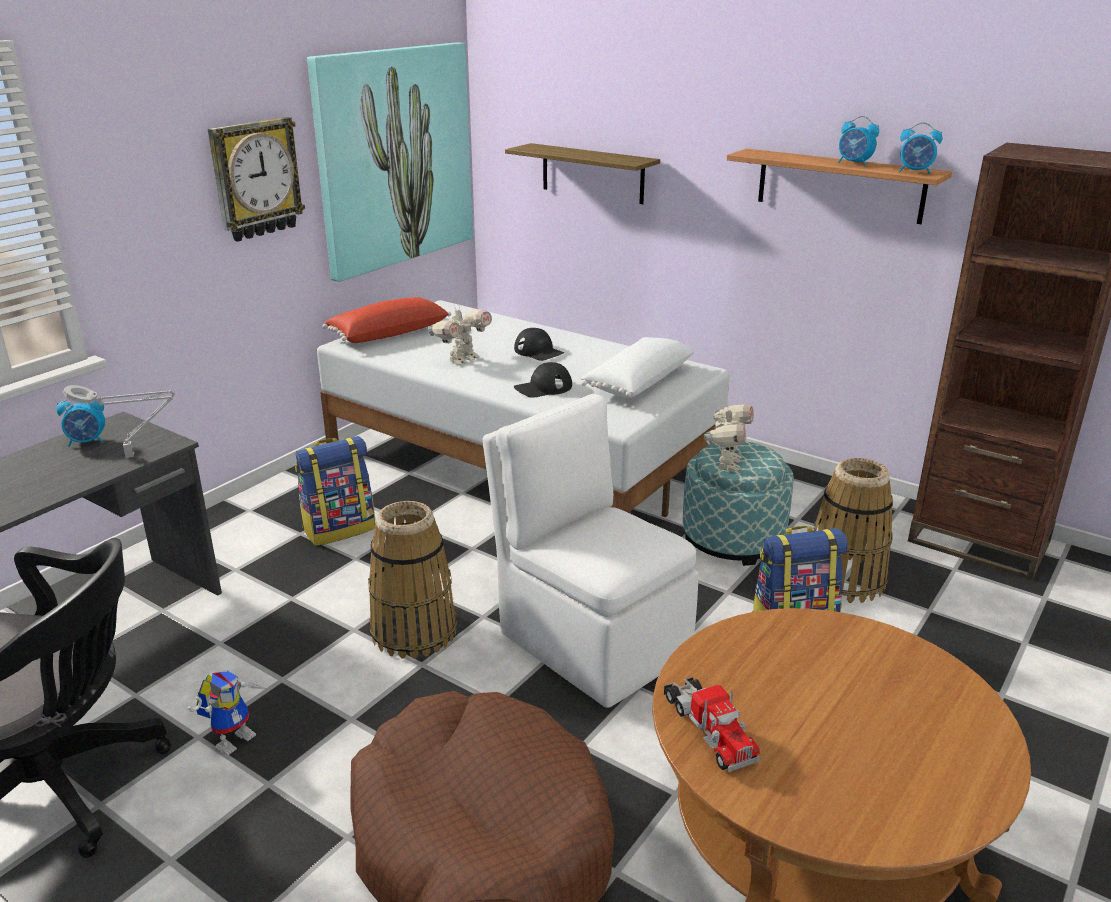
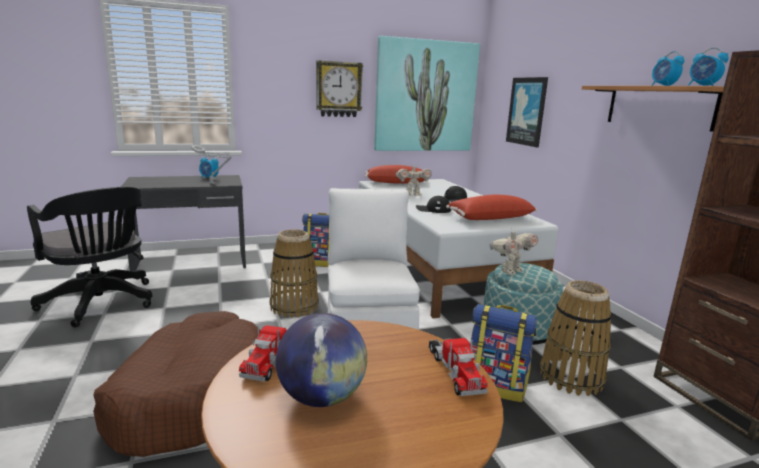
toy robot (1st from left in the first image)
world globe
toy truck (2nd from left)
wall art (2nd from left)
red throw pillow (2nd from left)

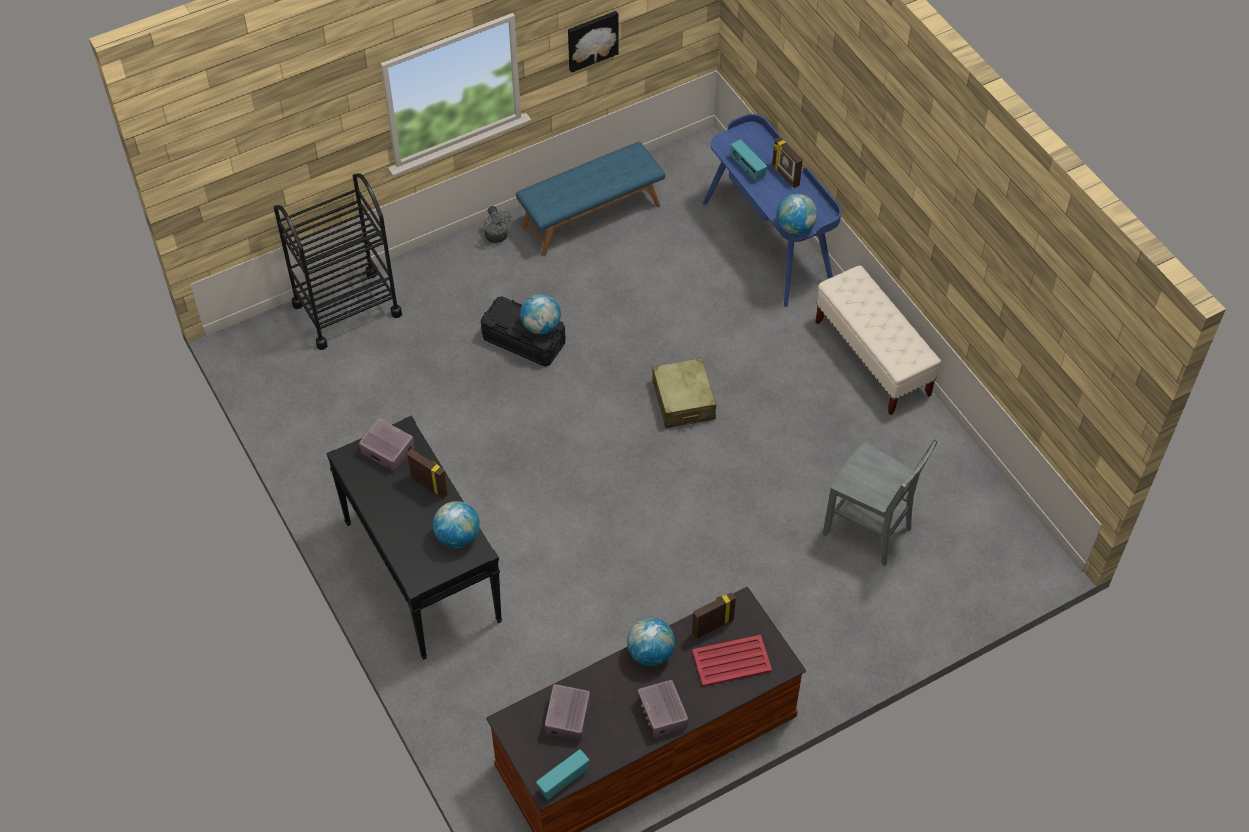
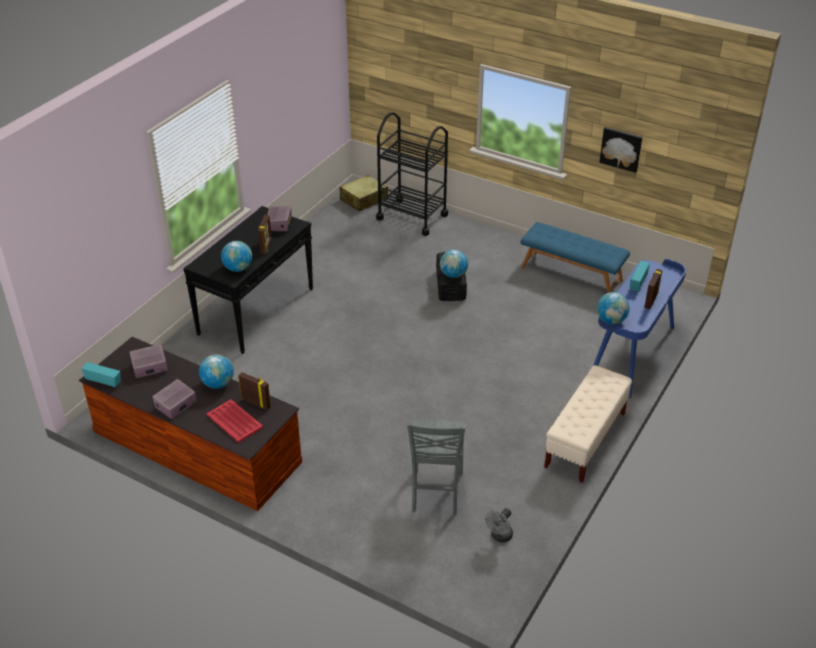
grey fan
beige travel case

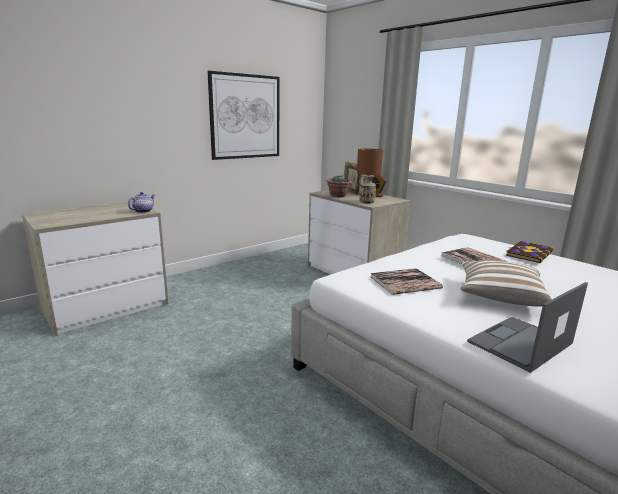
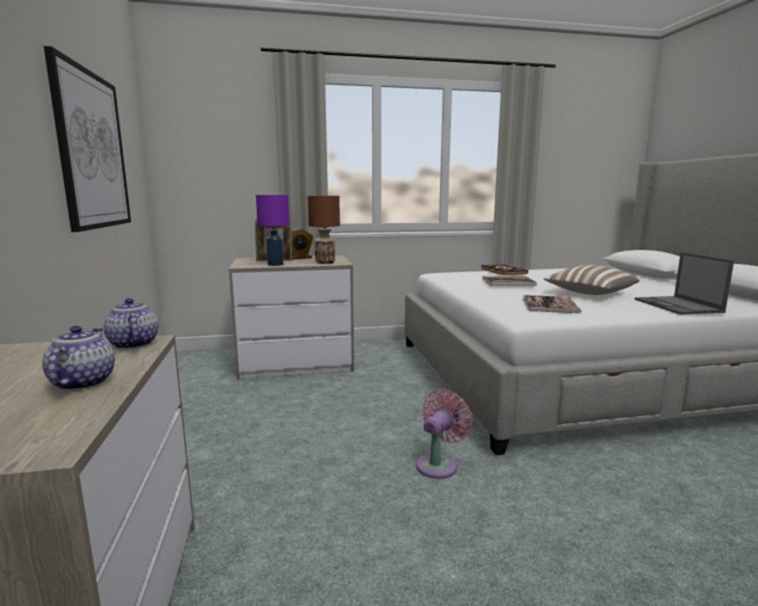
teapot (1st from left)
pinkish fan
purplish lamp for a table

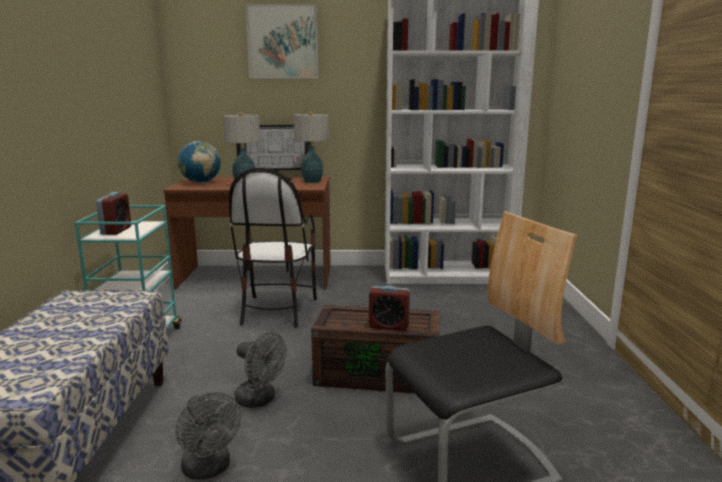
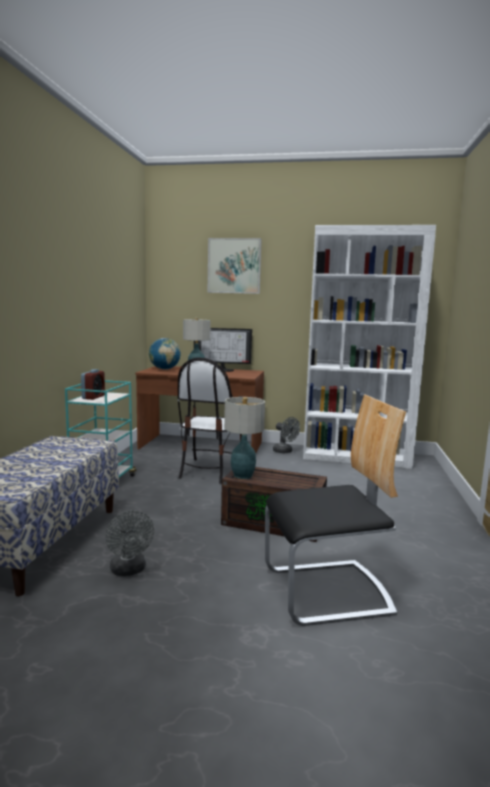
bedside clock (2nd from left in the first image)
grey fan (2nd from left)
lamp for a table (2nd from left)

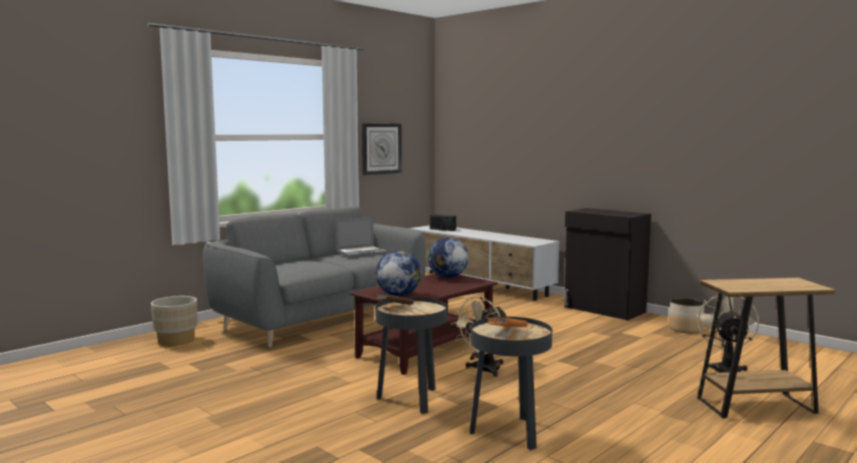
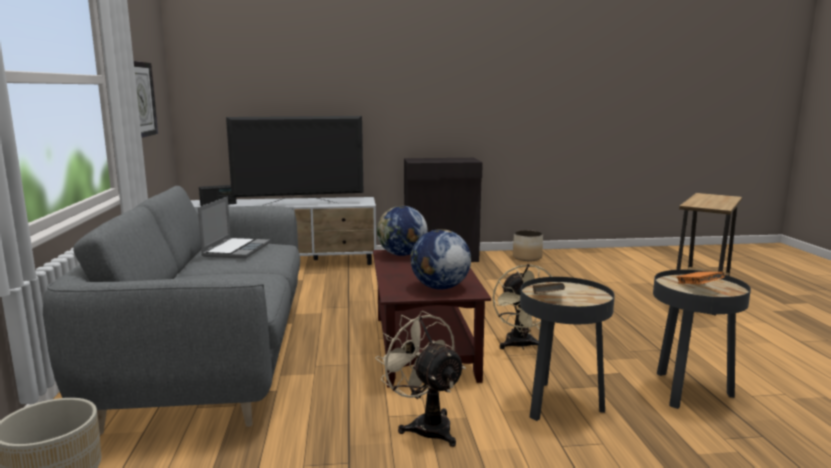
television
beige fan (1st from left)

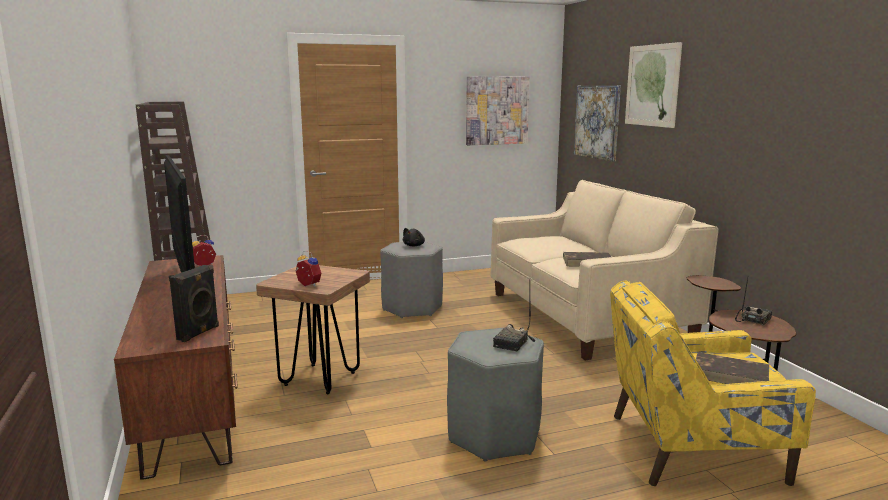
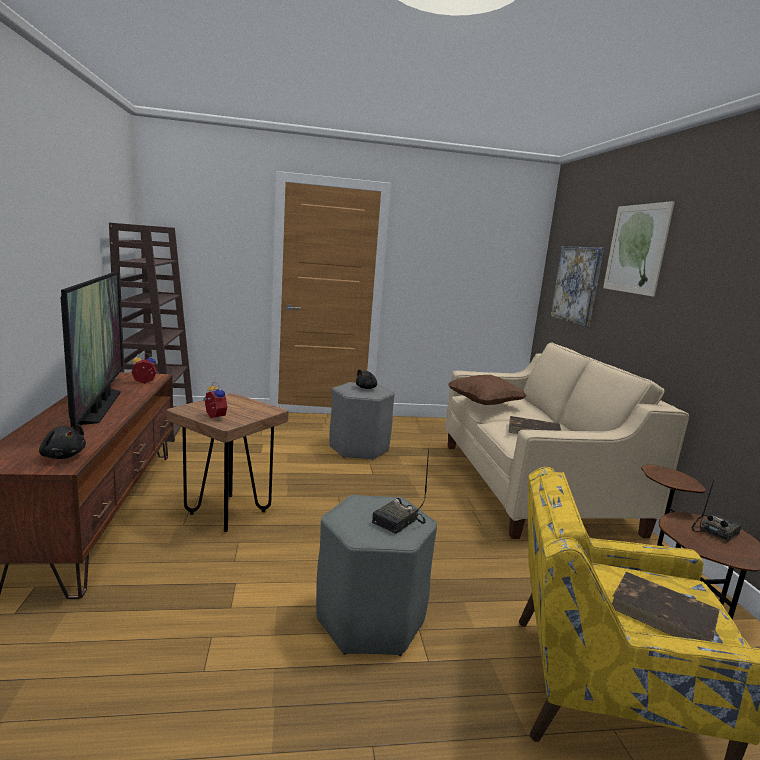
wall art (1st from left in the first image)
brown-coloured throw pillow
black-coloured plush toy (1st from left)

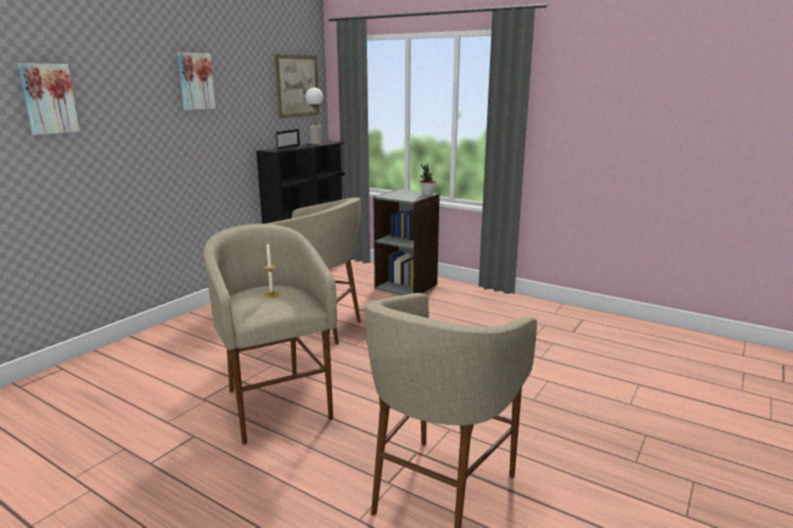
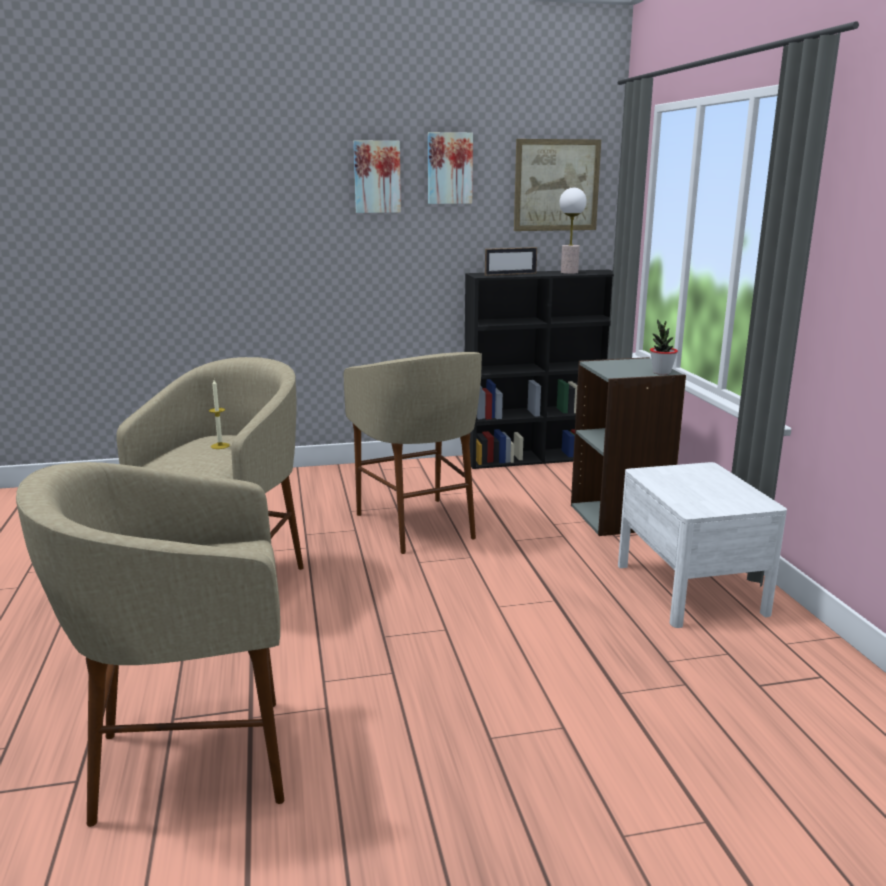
whitish nightstand
wall art (2nd from left)

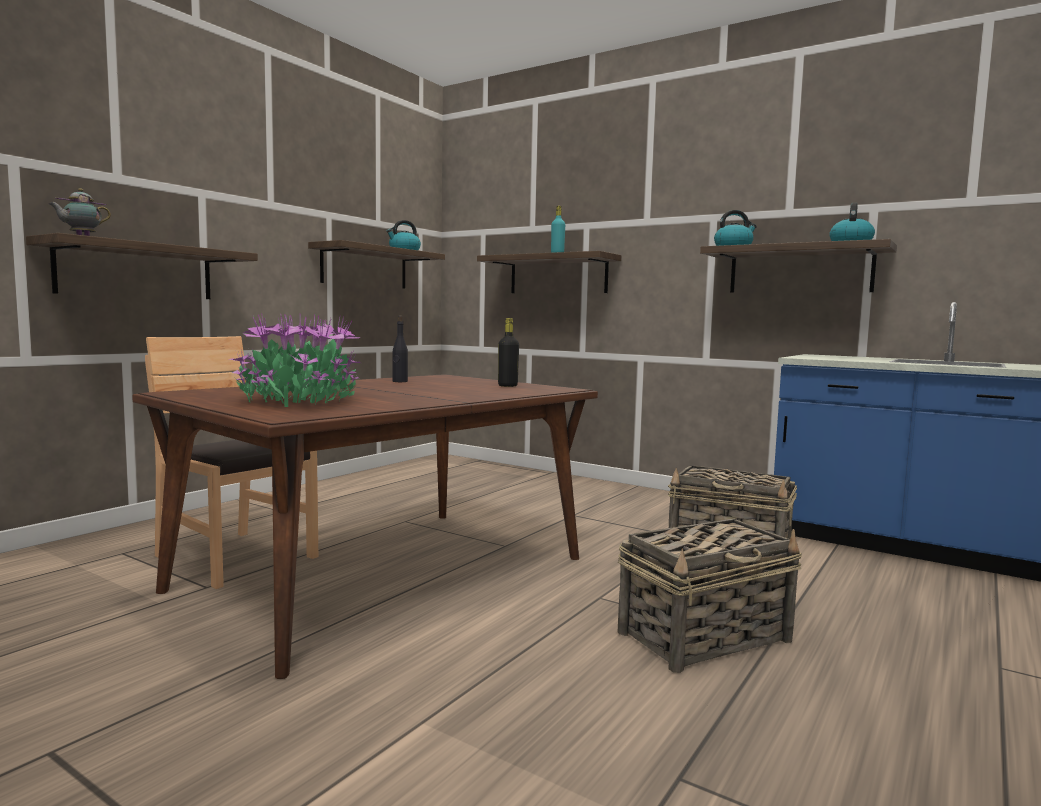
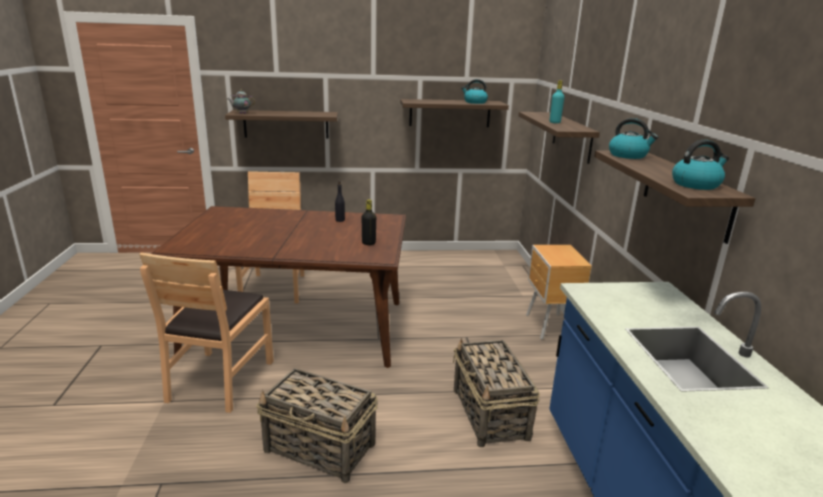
houseplant
brown-coloured plain chair (1st from left)
brown-coloured nightstand

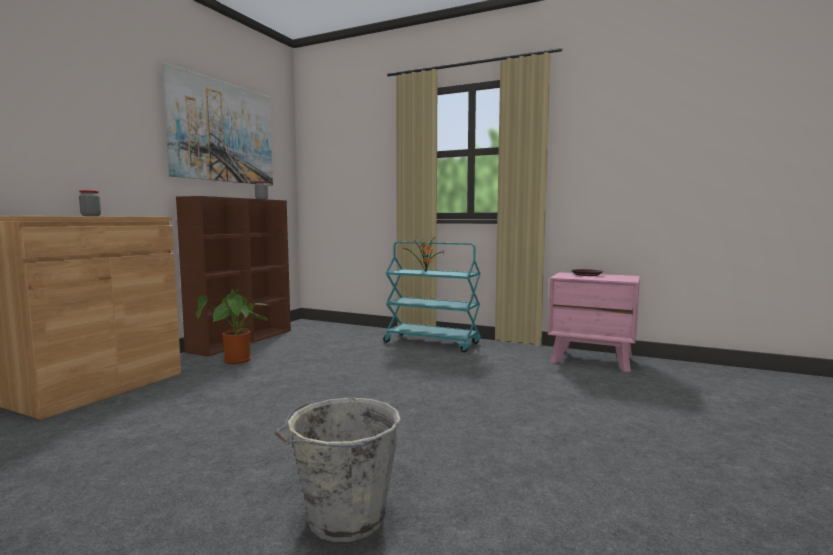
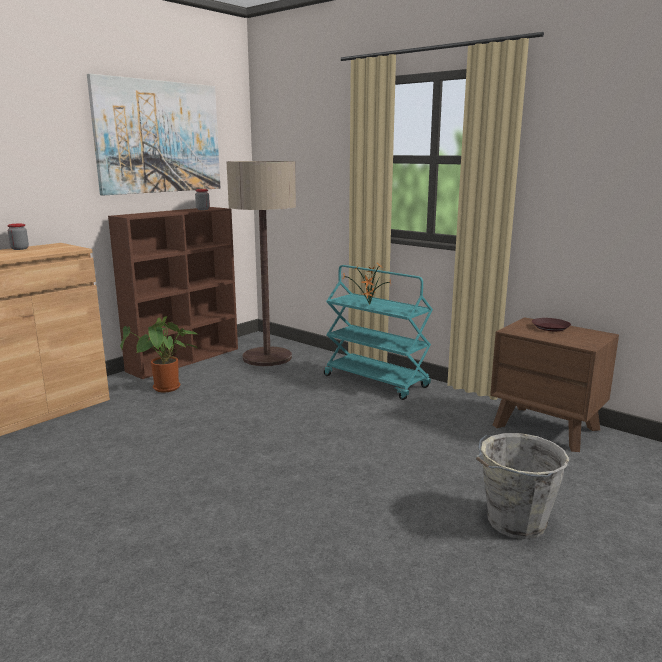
floor lamp
grey bucket
brown-coloured nightstand

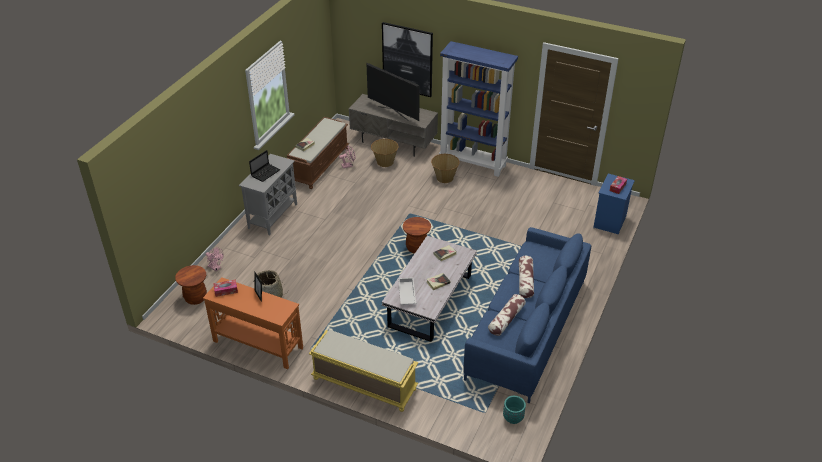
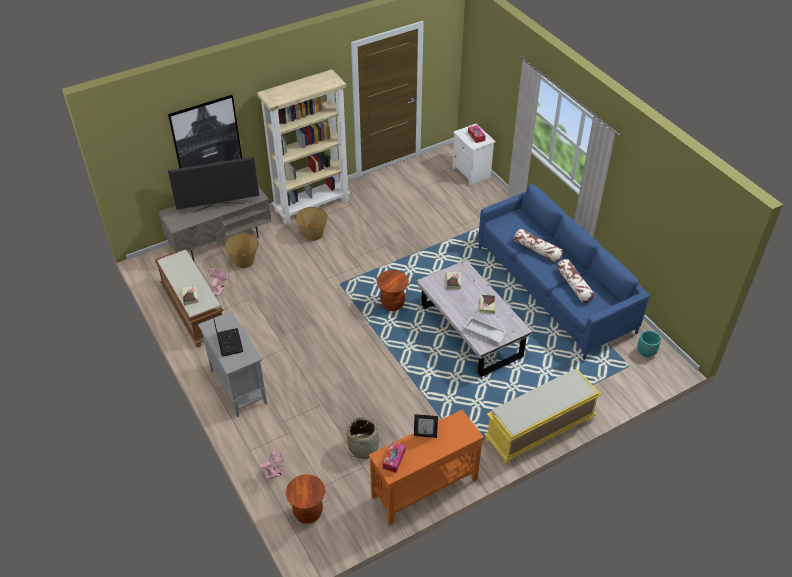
beige shelving unit
whitish nightstand

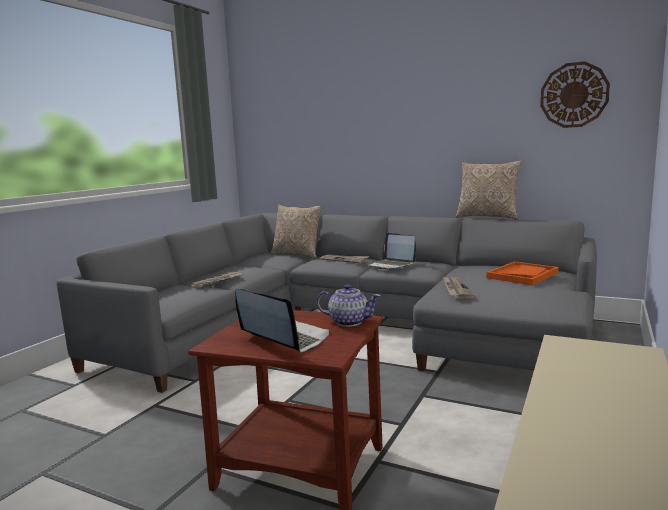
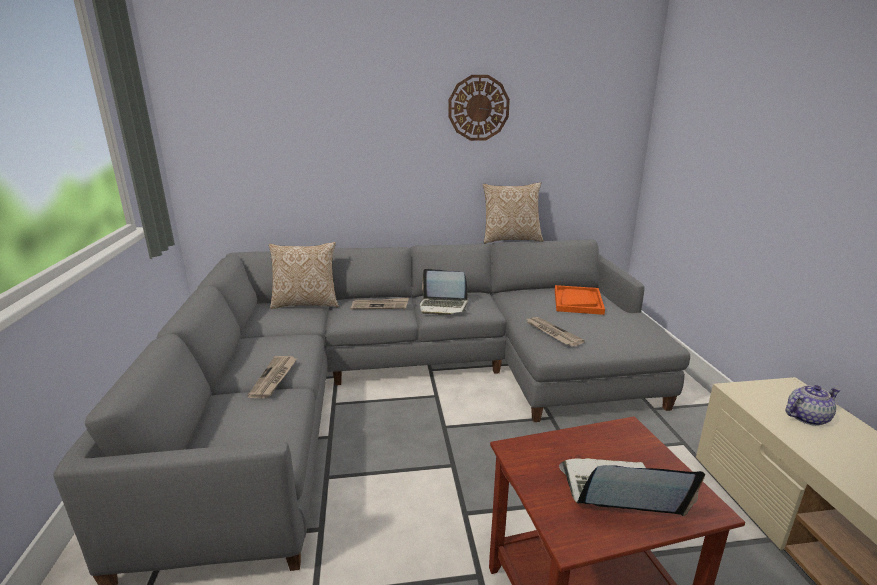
teapot
clock on the wall

